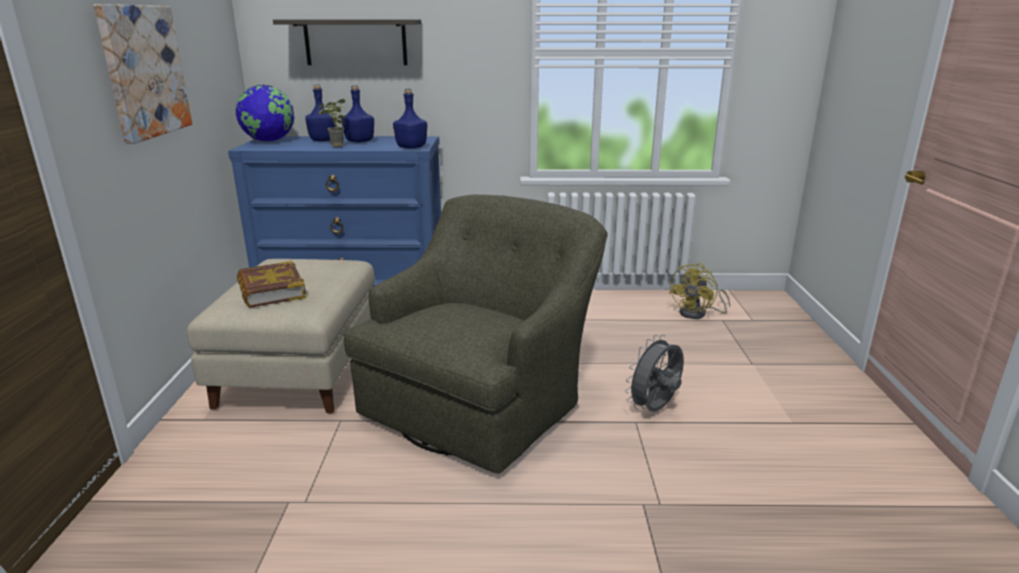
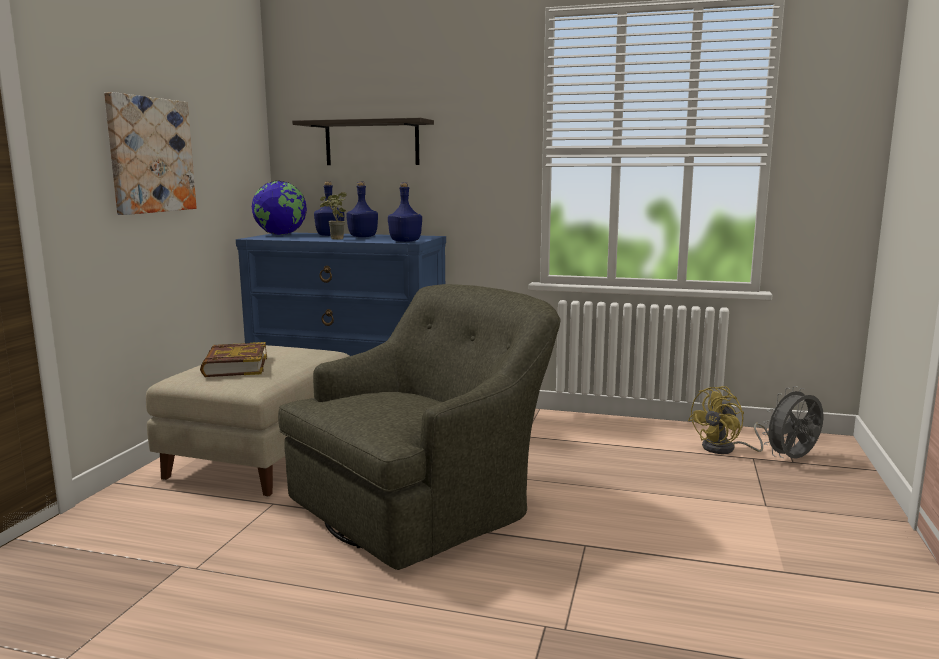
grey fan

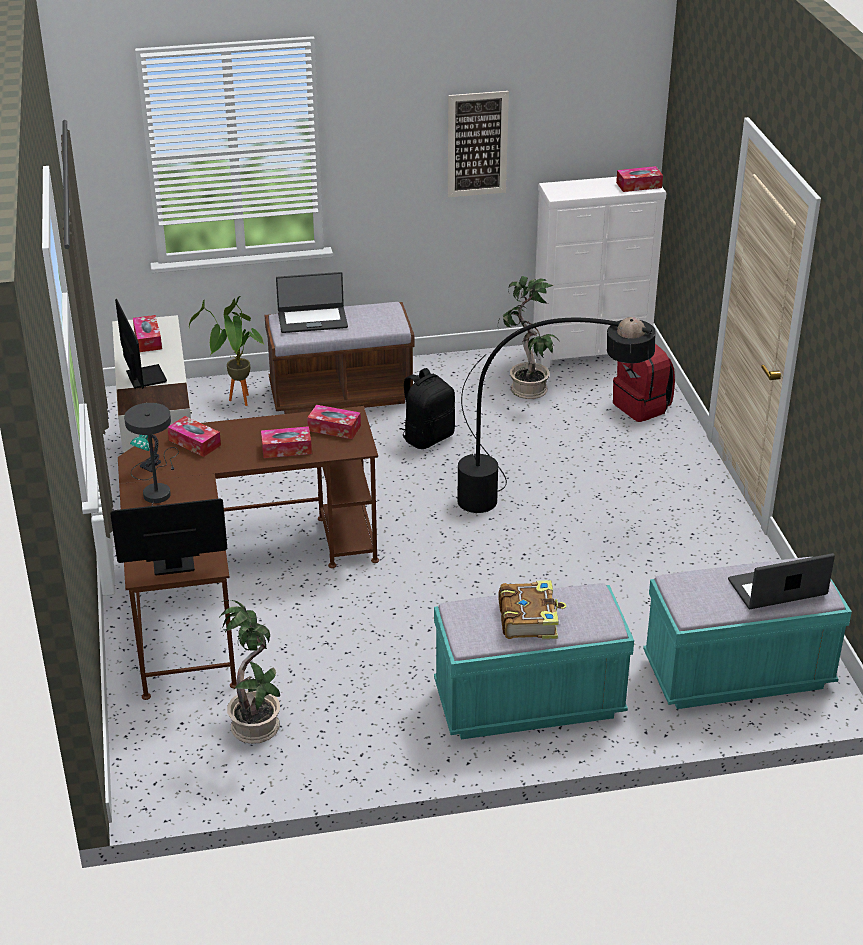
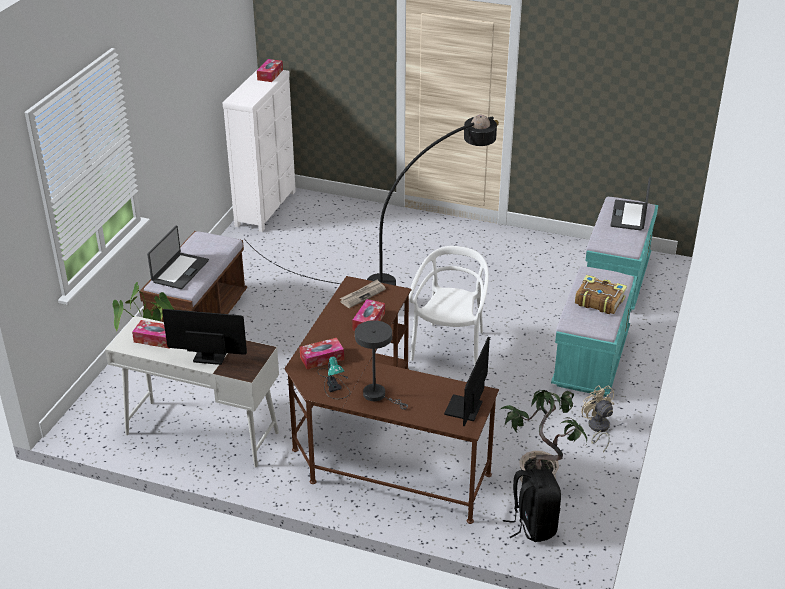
wall art
houseplant (3rd from left in the first image)
red rucksack
whitish plain chair
beige fan
black-coloured rucksack
newspaper

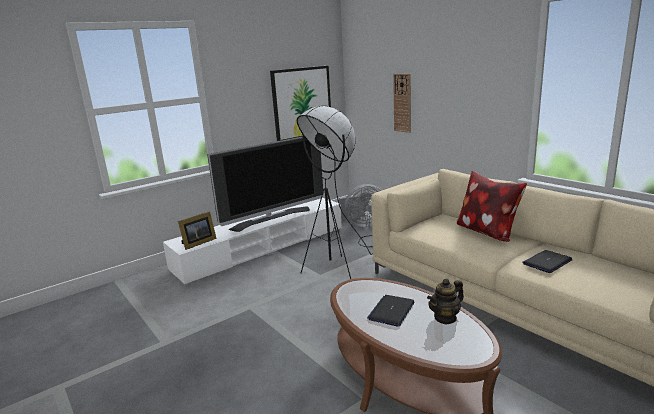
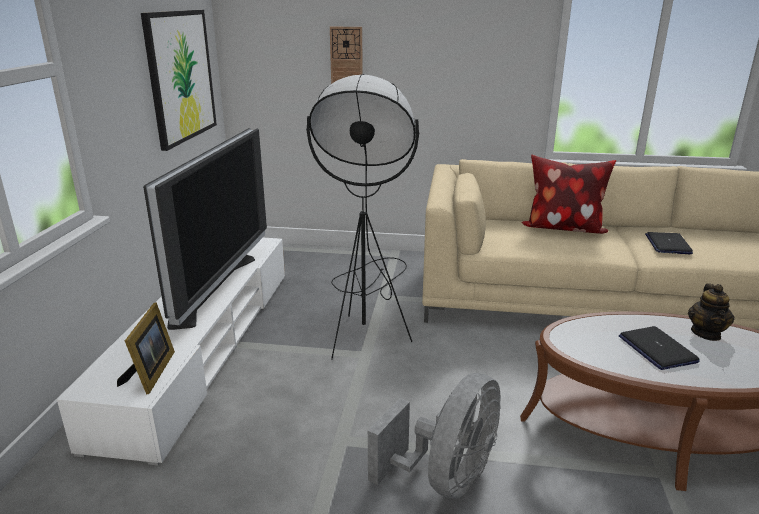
grey fan

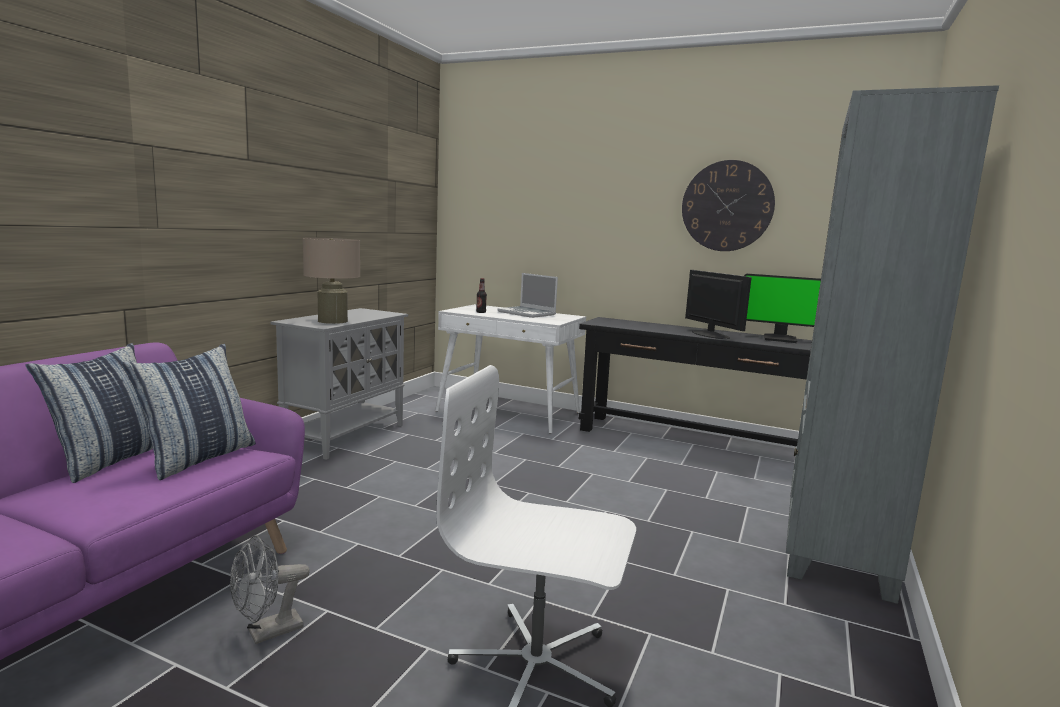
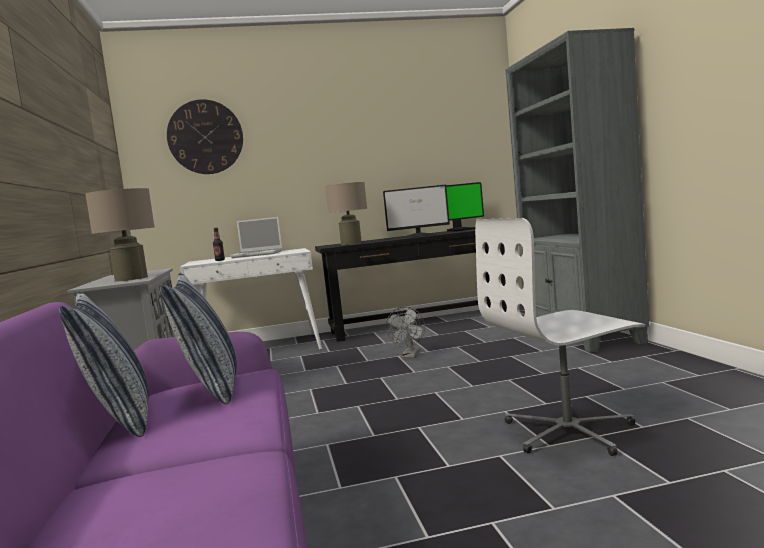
beige lamp for a table (2nd from left)
grey fan
clock on the wall
computer display (1st from left)

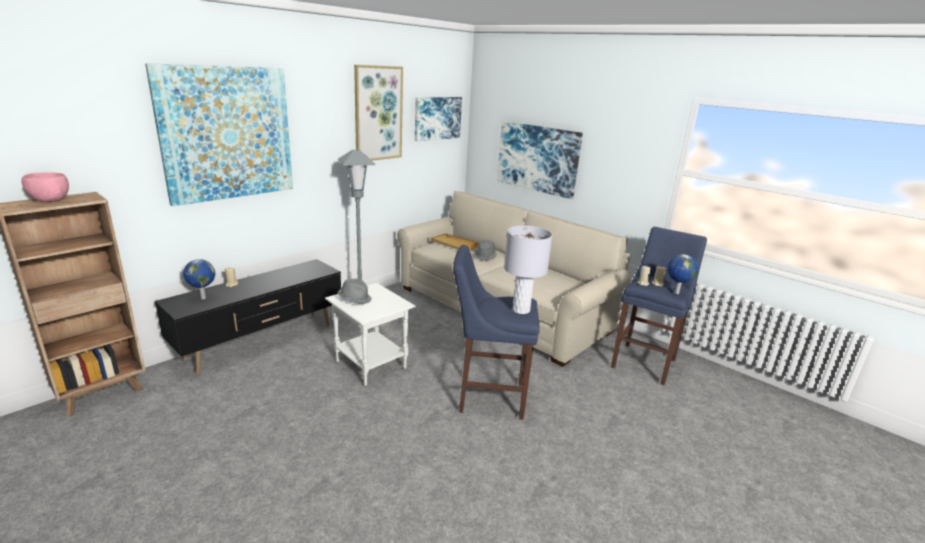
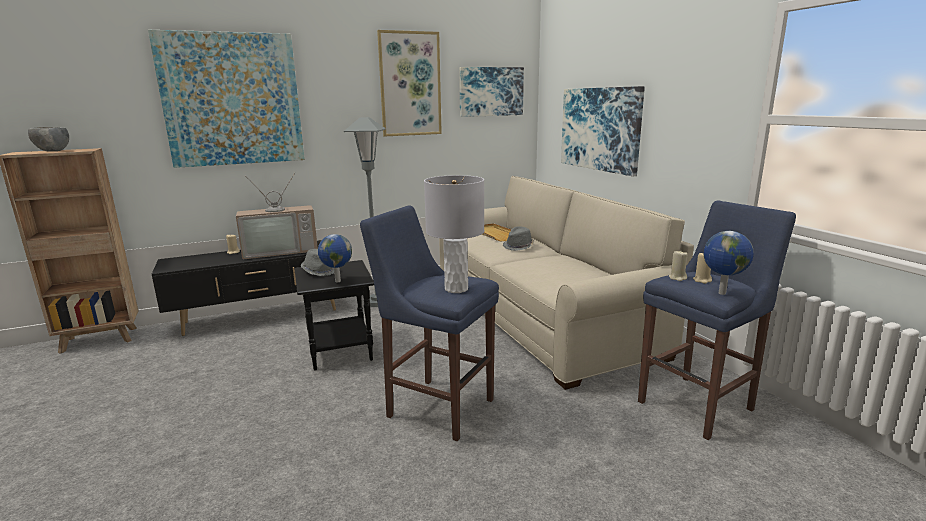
television
world globe (1st from left)
grey serving bowl
black-coloured end table

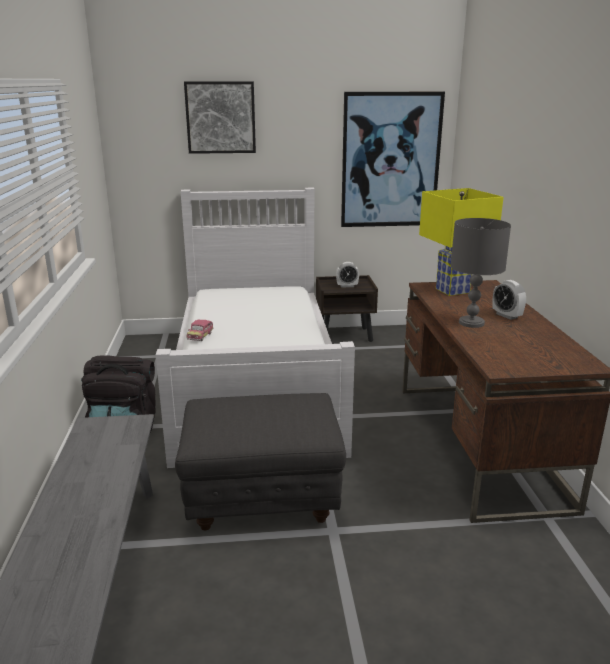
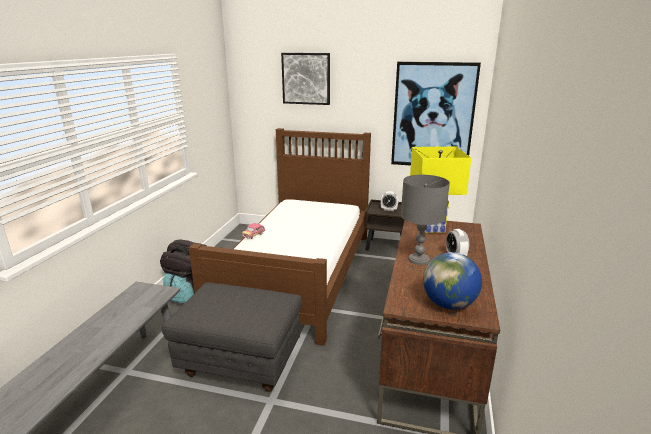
world globe
brown-coloured bedroom bed

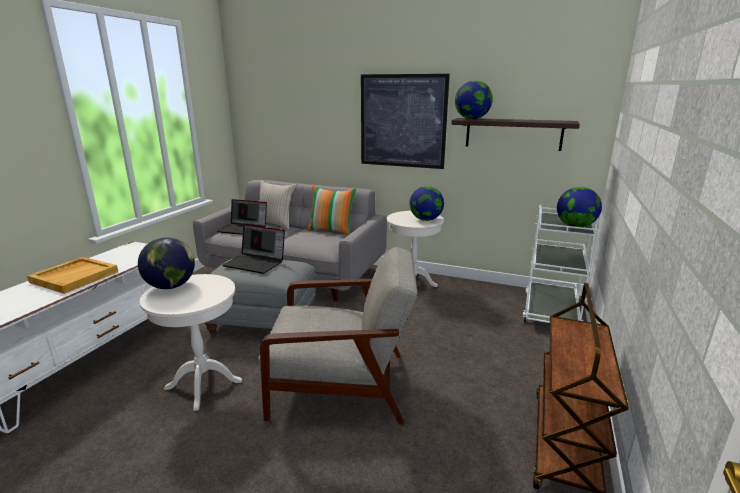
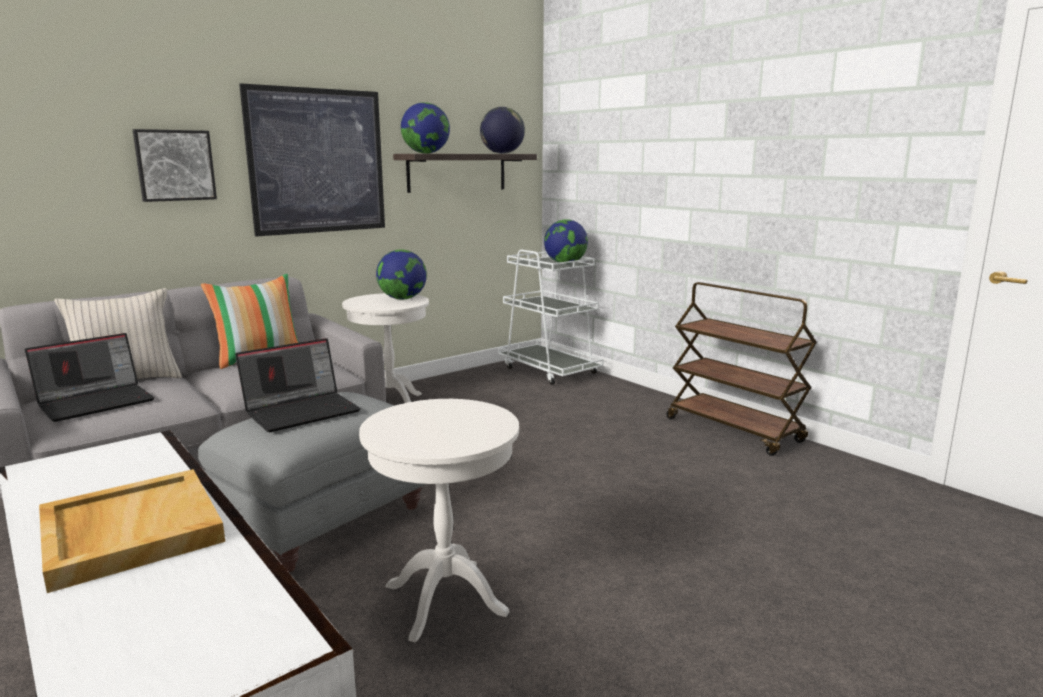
grey lounge chair
wall art (1st from left)
world globe (3rd from left)

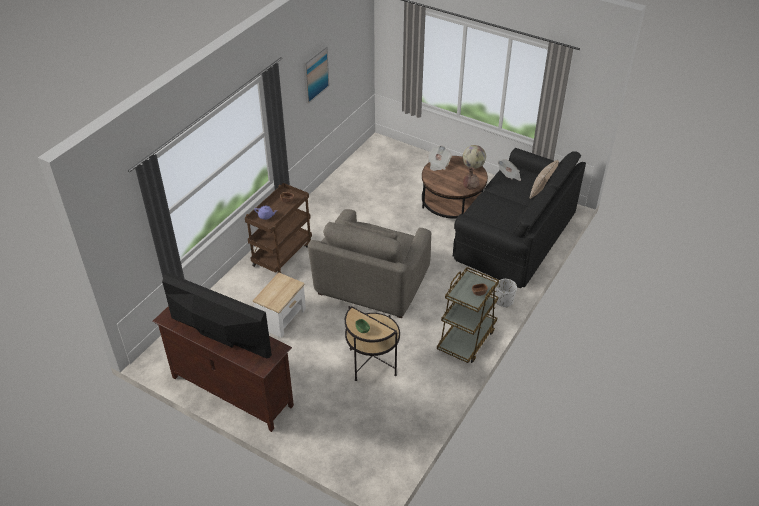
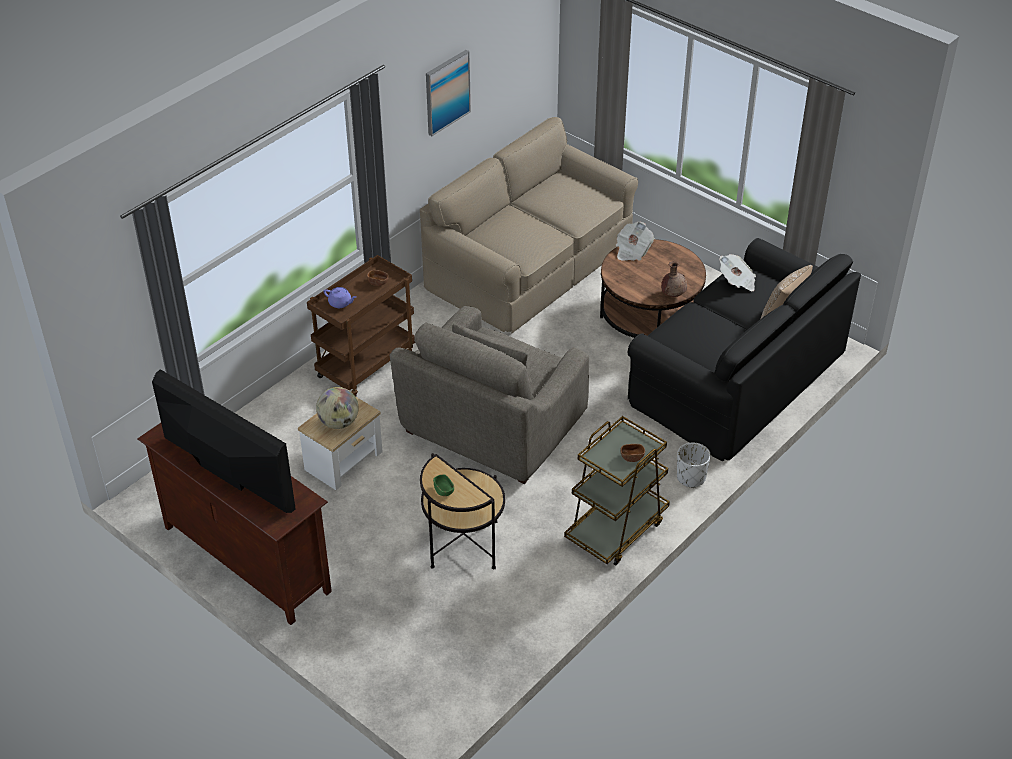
beige settee
world globe

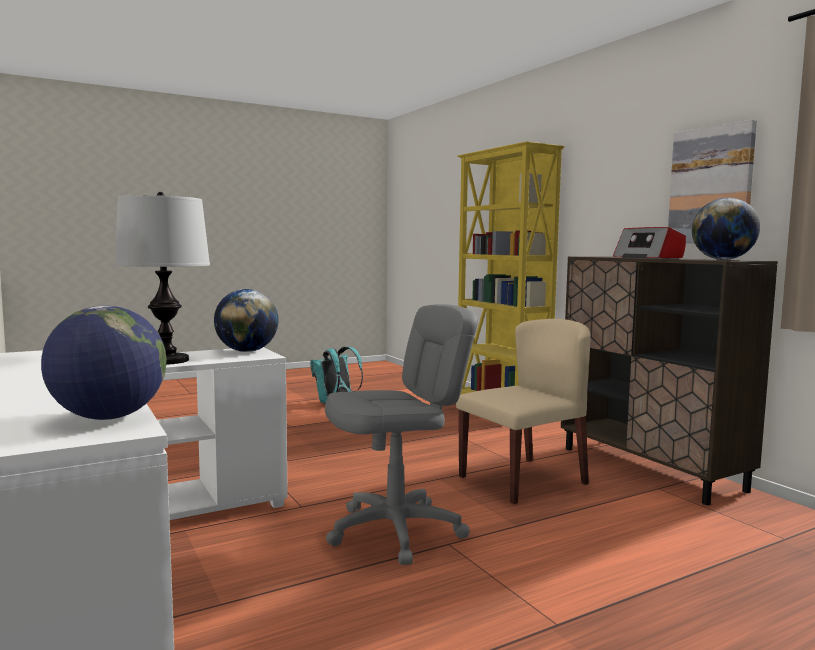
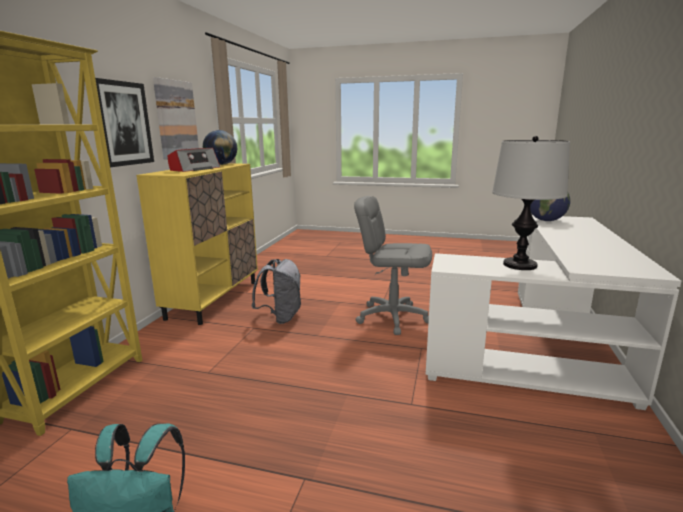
world globe (2nd from left in the first image)
wall art (1st from left)
grey rucksack
yellowish storage cabinet

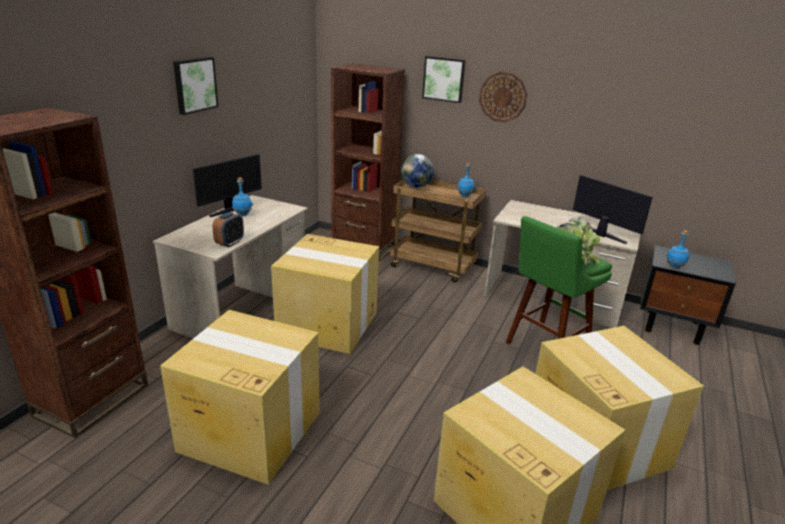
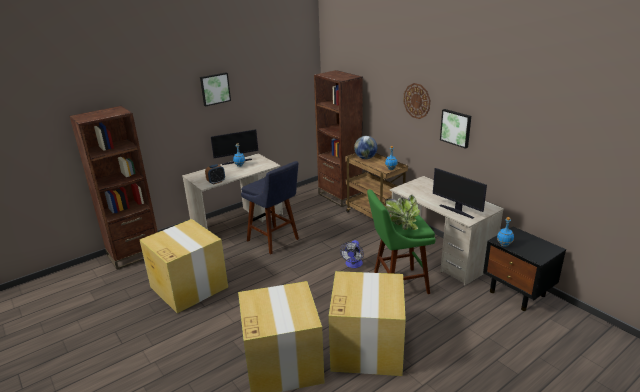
fan
wall art (2nd from left)
blue-coloured sitting stool
computer display (2nd from left)

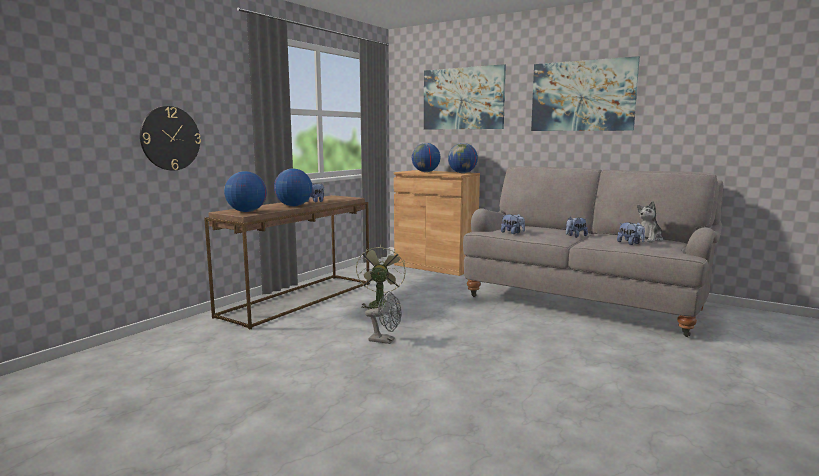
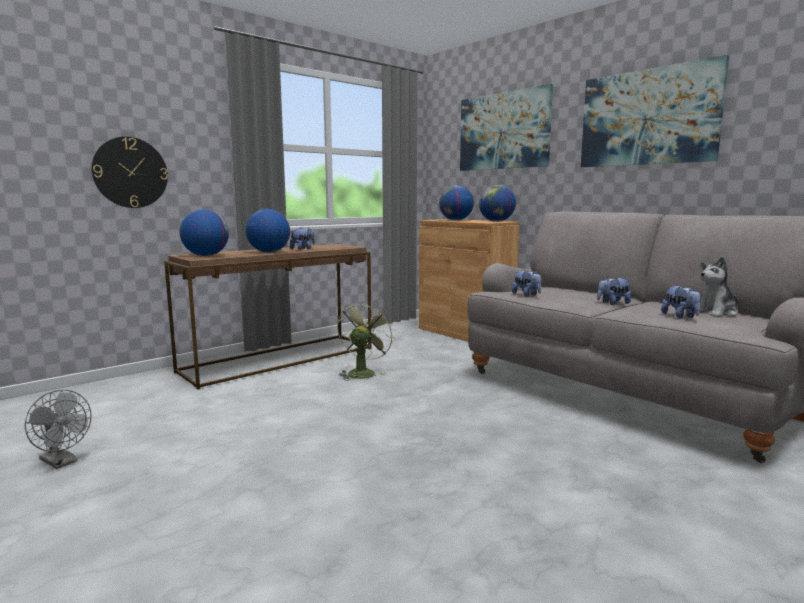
grey fan

